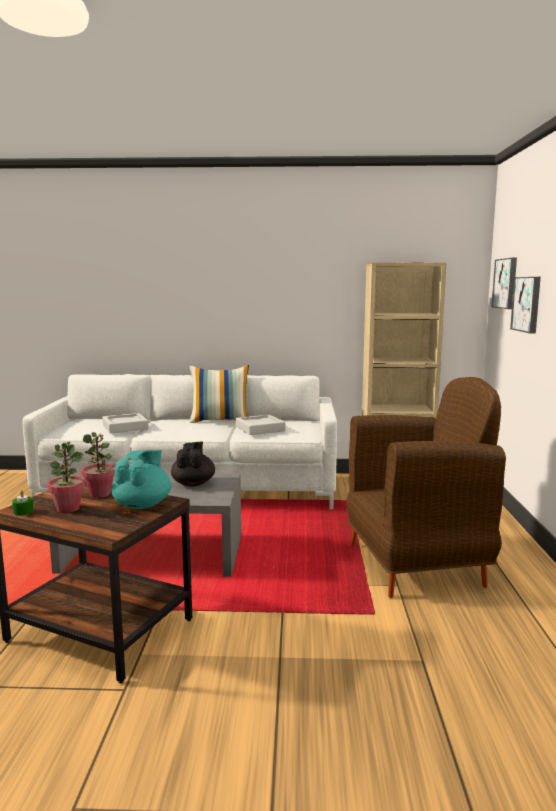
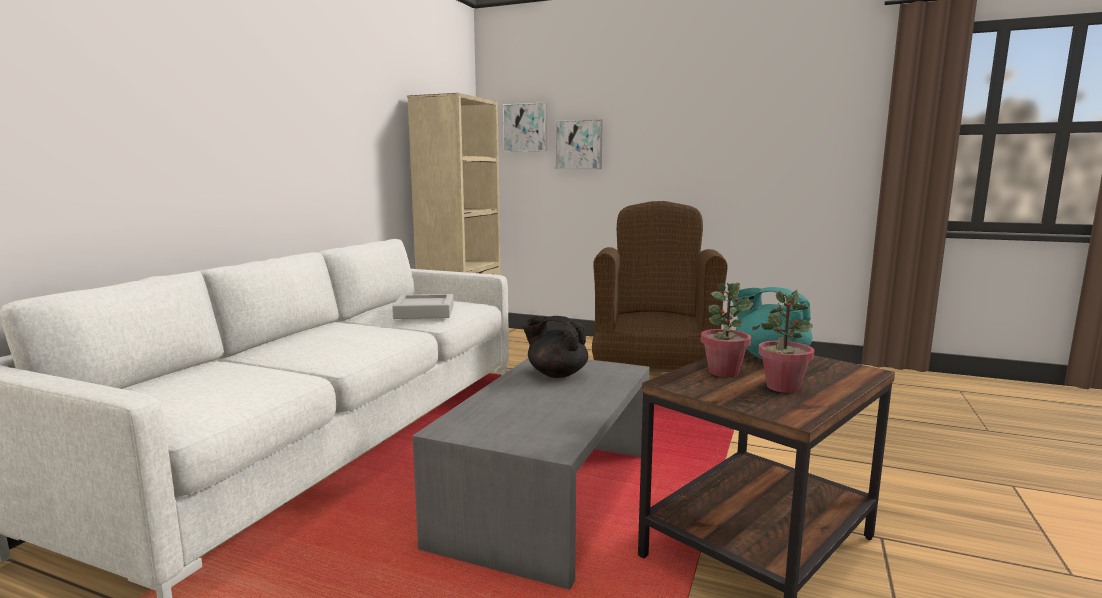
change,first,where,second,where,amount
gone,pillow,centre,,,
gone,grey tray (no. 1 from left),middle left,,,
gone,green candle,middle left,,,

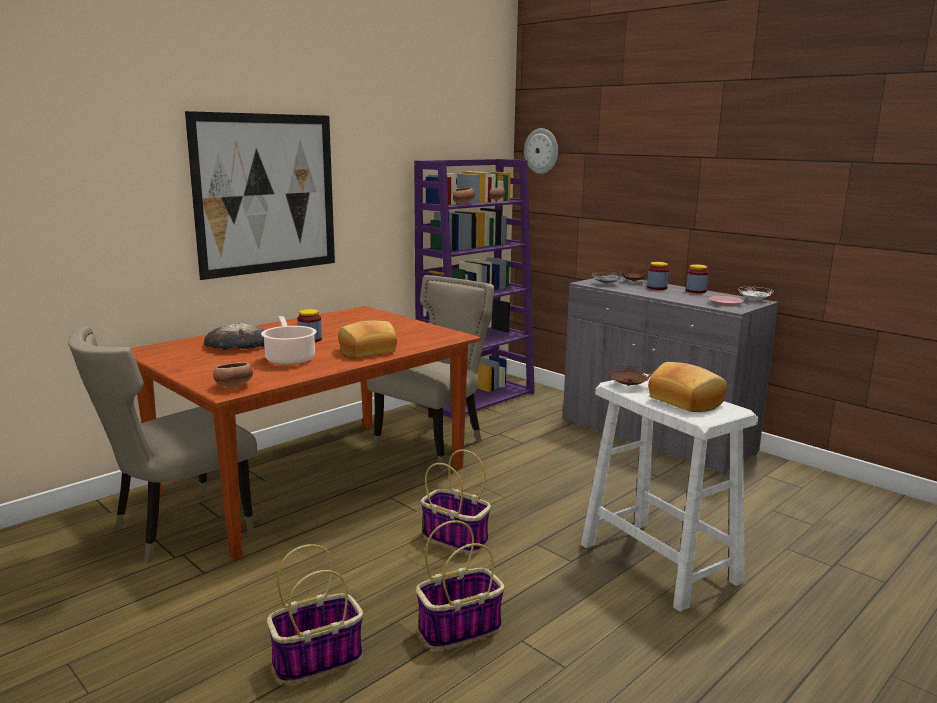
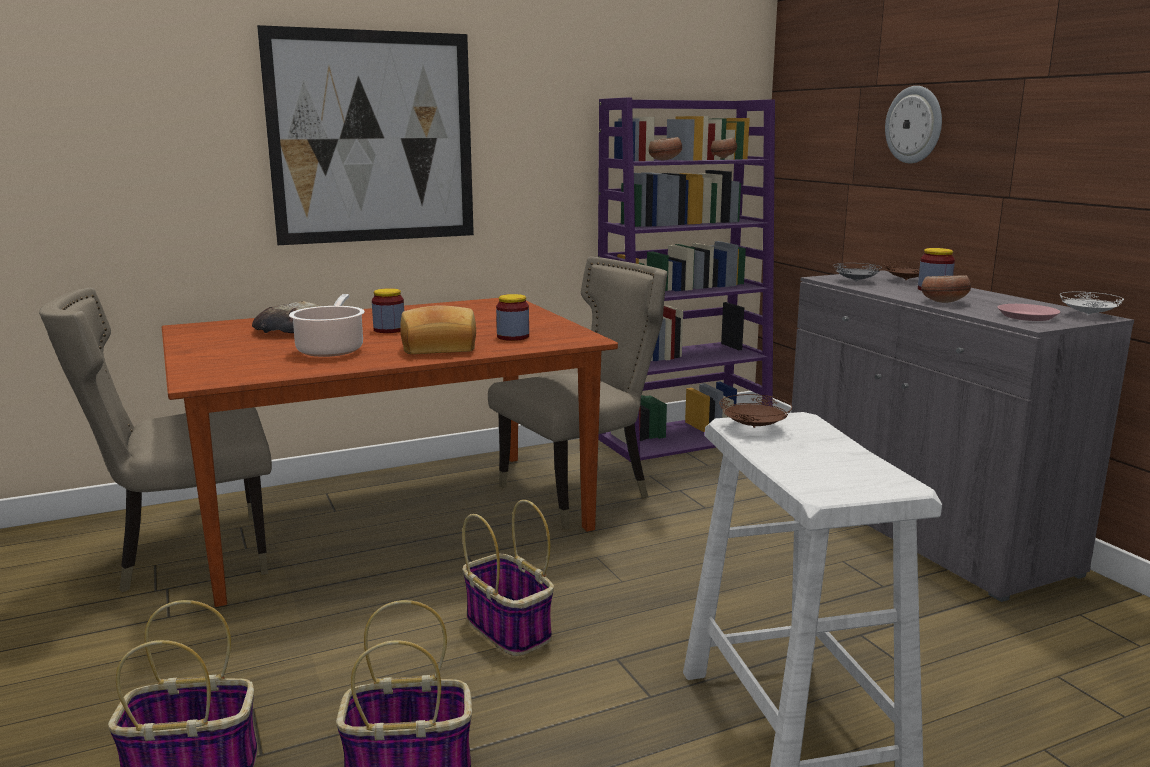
change,first,where,second,where,amount
shifted,wall clock,top centre,,top right,
shifted,jar (no. 3 from left in the first image),middle right,jar (no. 2 from left),centre,
shifted,bowl (no. 1 from left in the first image),middle left,bowl (no. 3 from left),middle right,
gone,bread (no. 3 from left),middle right,,,

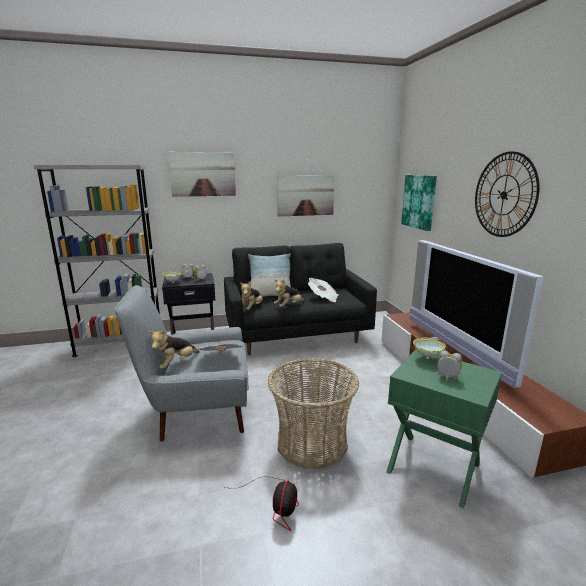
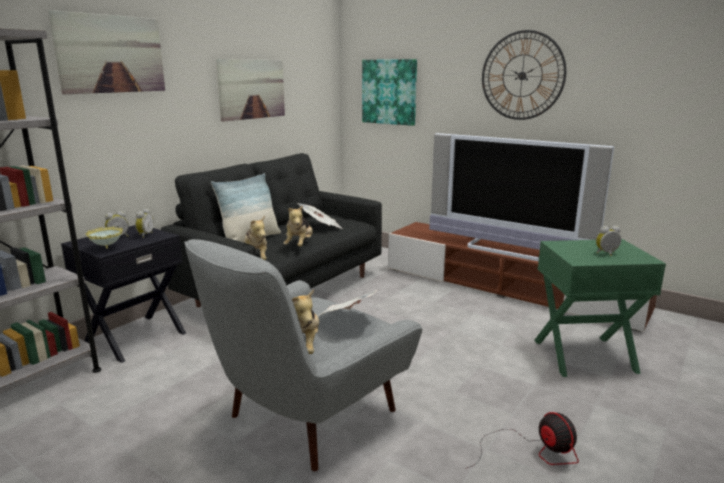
change,first,where,second,where,amount
gone,bowl (no. 2 from left),middle right,,,
gone,basket,bottom centre,,,

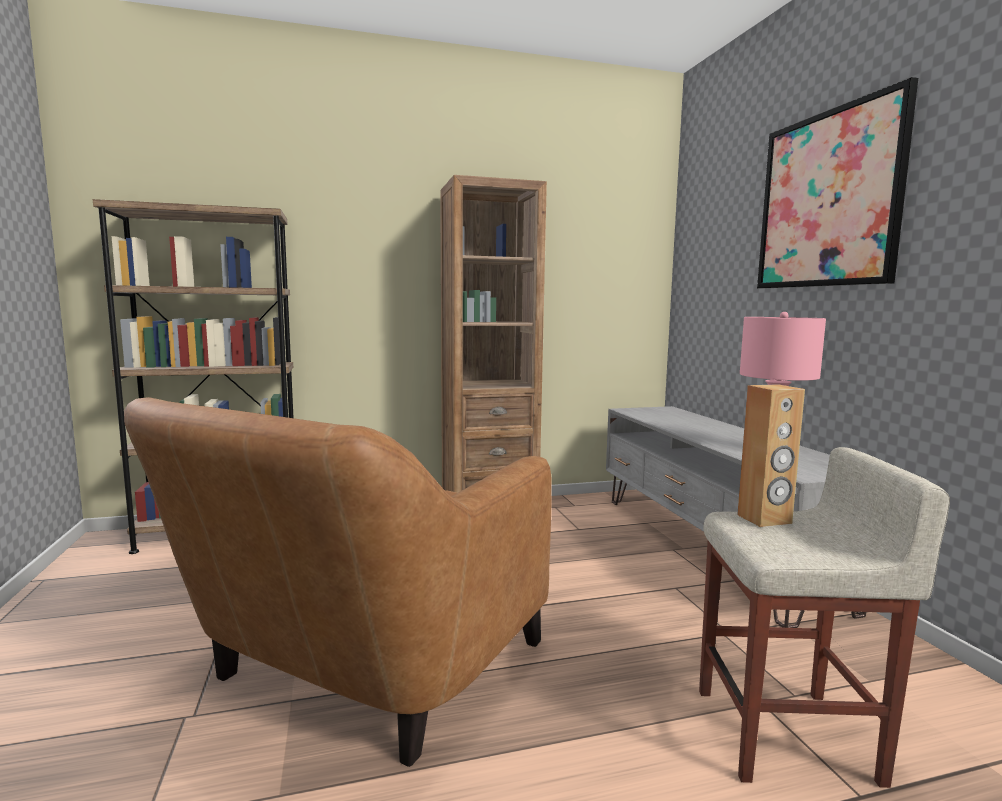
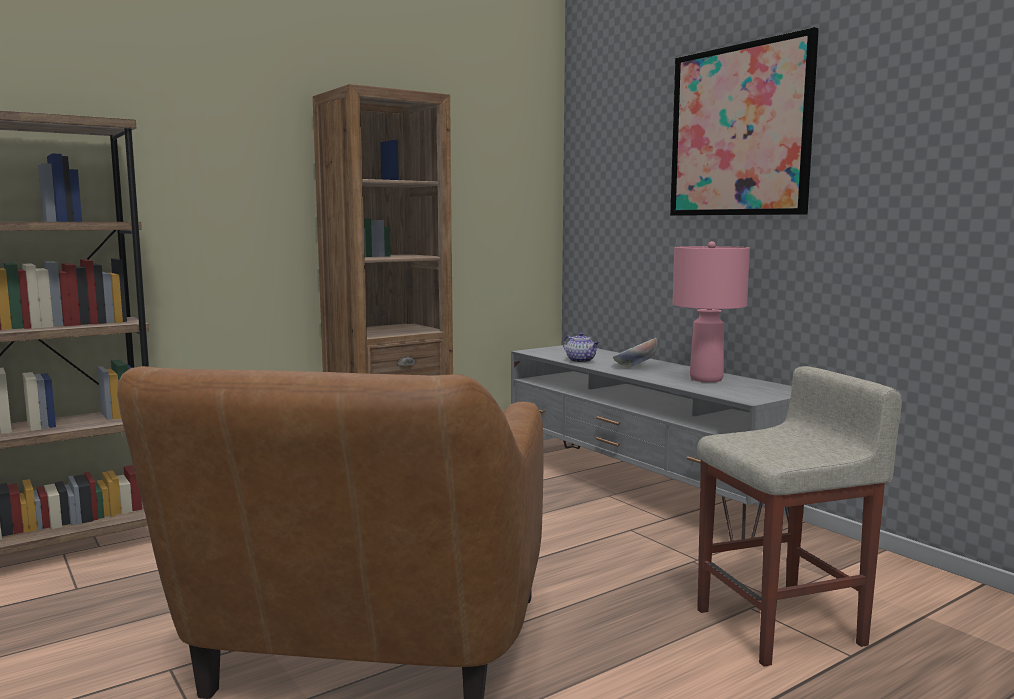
change,first,where,second,where,amount
gone,brown speaker,middle right,,,
new,,,teapot,centre,
new,,,bowl,centre,

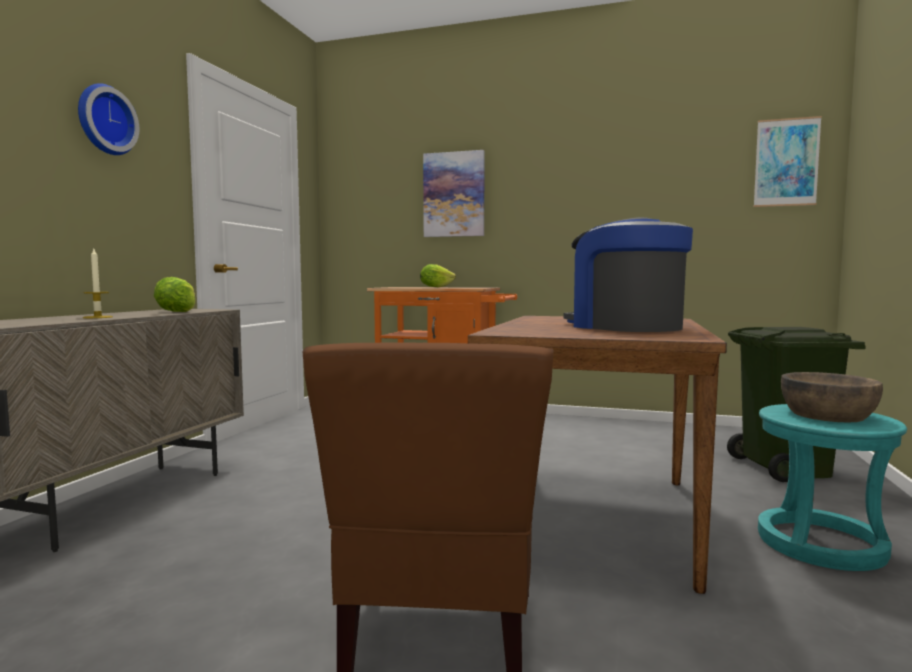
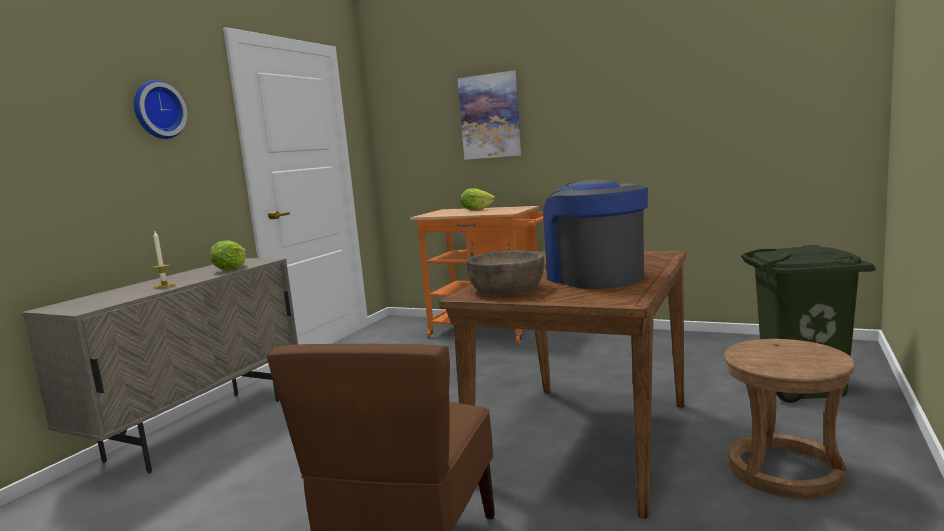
change,first,where,second,where,amount
gone,picture (no. 2 from left),top right,,,
shifted,brown bowl,middle right,,centre,
repainted,turquoise stool,bottom right,brown stool,bottom right,

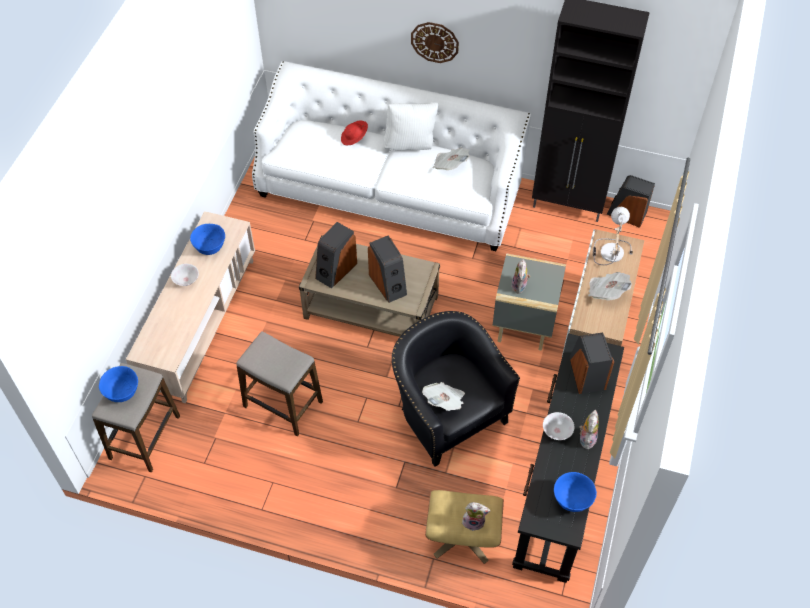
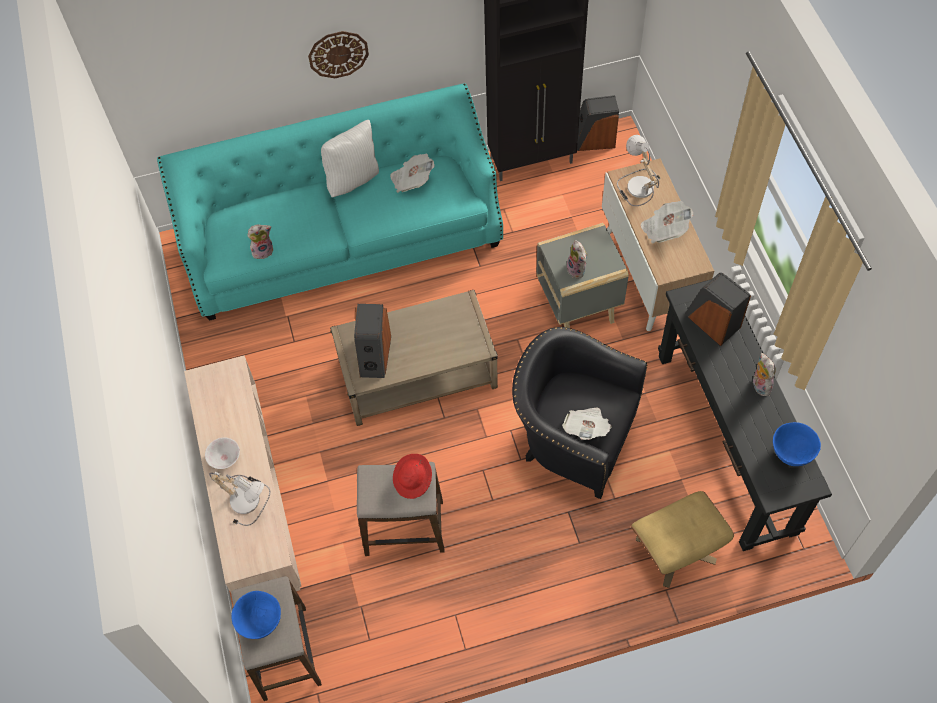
change,first,where,second,where,amount
repainted,white sofa,top centre,turquoise sofa,top centre,
shifted,red hat,top centre,,bottom centre,
gone,blue bowl (no. 2 from left),middle left,,,
gone,speaker (no. 2 from left),centre,,,
gone,white bowl (no. 2 from left),bottom right,,,
shifted,plush toy (no. 1 from left),bottom centre,,middle left,
new,,,table lamp (no. 1 from left),bottom left,

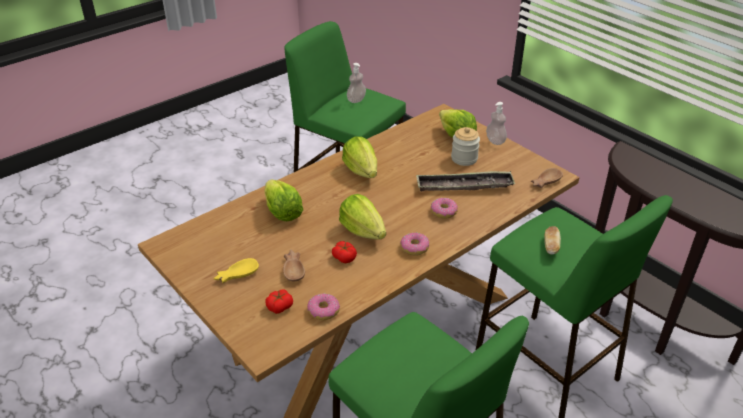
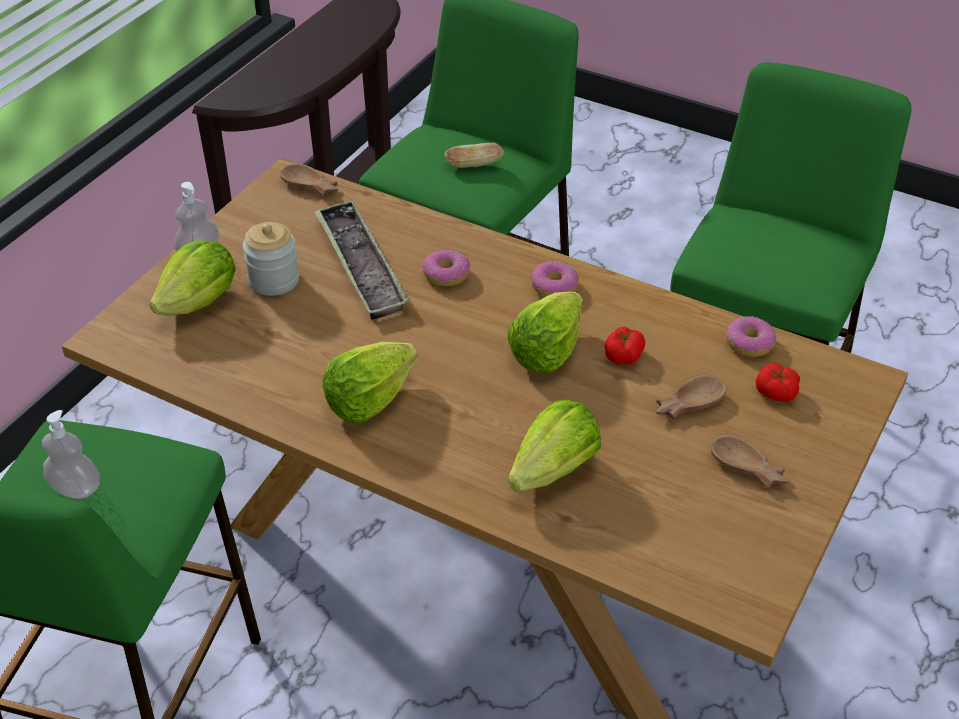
change,first,where,second,where,amount
repainted,yellow bowl,middle left,brown bowl (no. 3 from left),middle right,

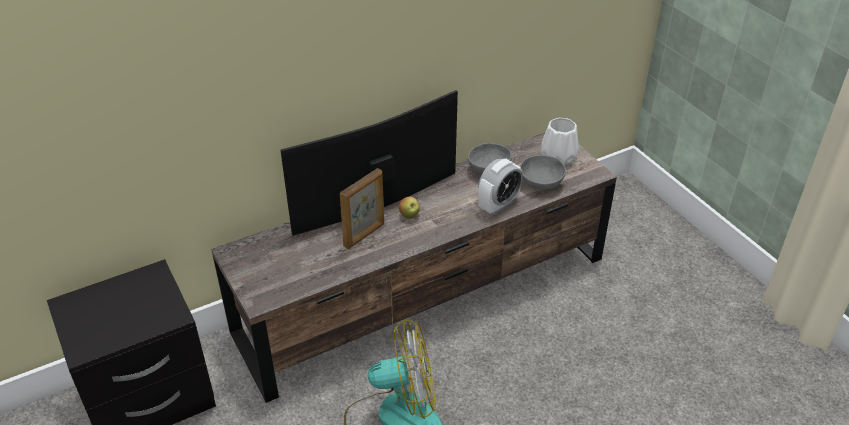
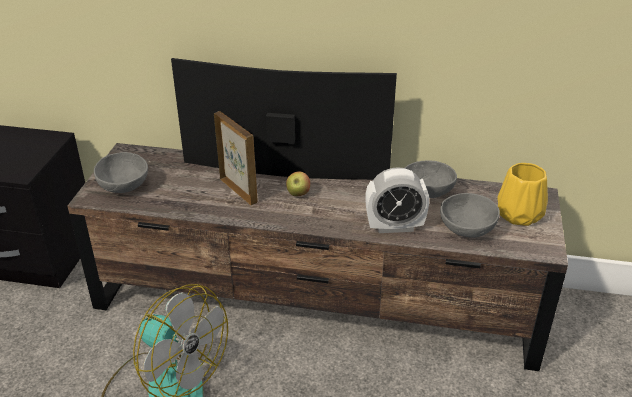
change,first,where,second,where,amount
repainted,white vase,top centre,yellow vase,middle right,
rotated,picture frame,centre,,centre,120 degrees counterclockwise
new,,,grey bowl (no. 1 from left),middle left,

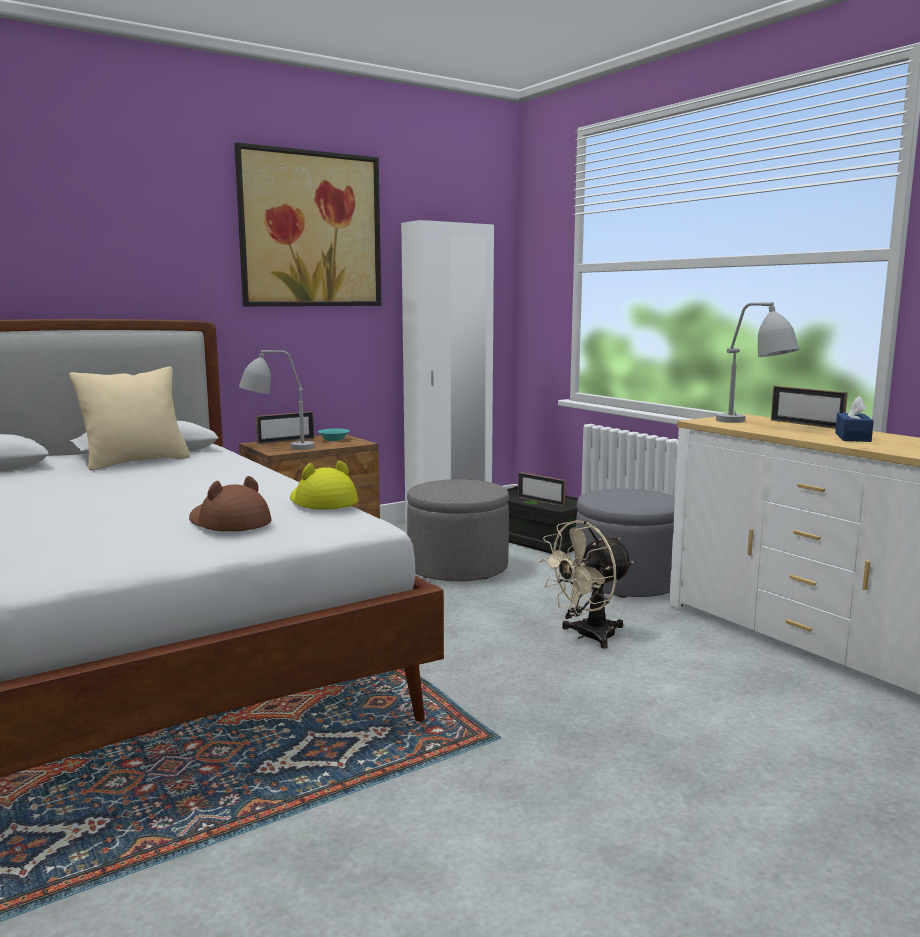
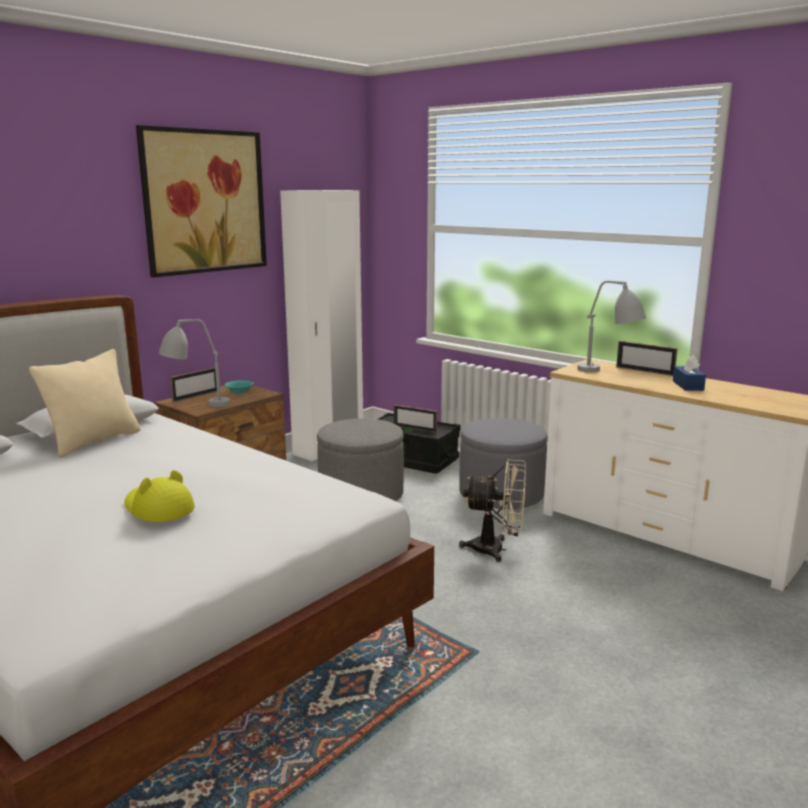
change,first,where,second,where,amount
shifted,yellow hat,centre,,middle left,
gone,brown hat,middle left,,,
rotated,beige fan,centre,,centre,120 degrees counterclockwise

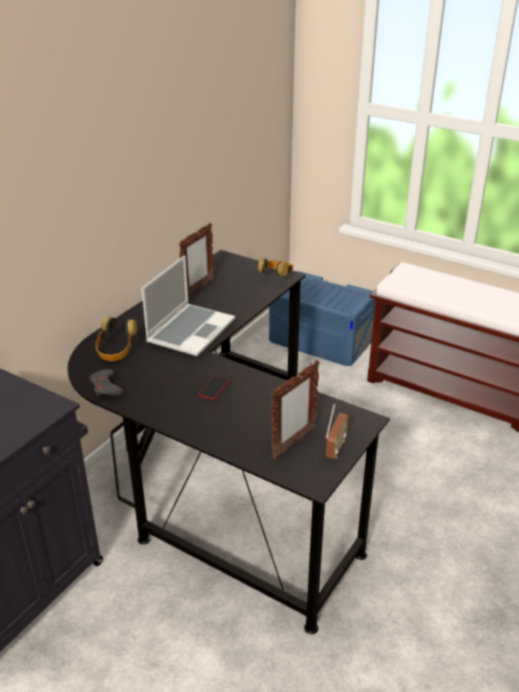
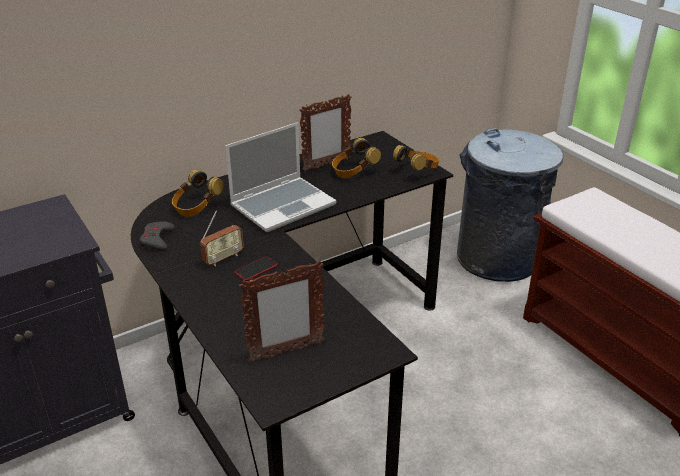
change,first,where,second,where,amount
swapped,blue storage box,centre,grey trash can,middle right,
shifted,radio,centre,,middle left,
new,,,headphones (no. 2 from left),top centre,

